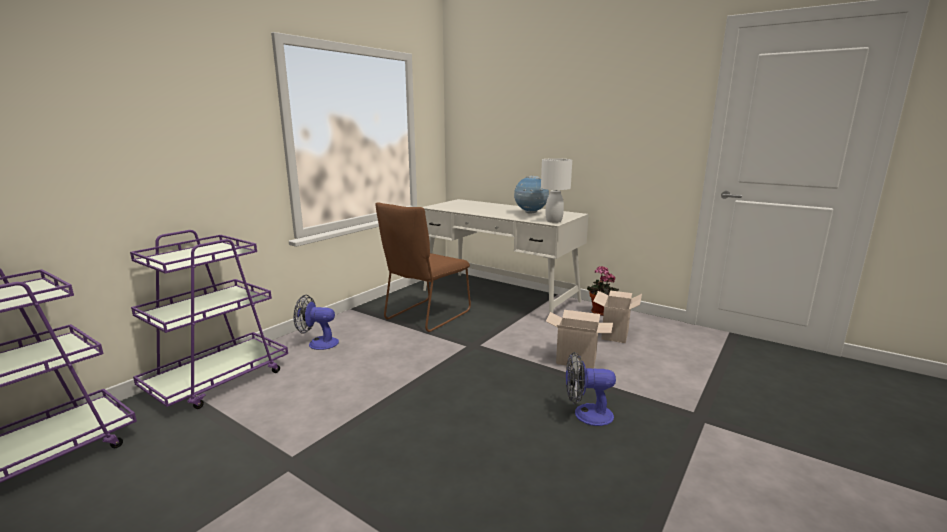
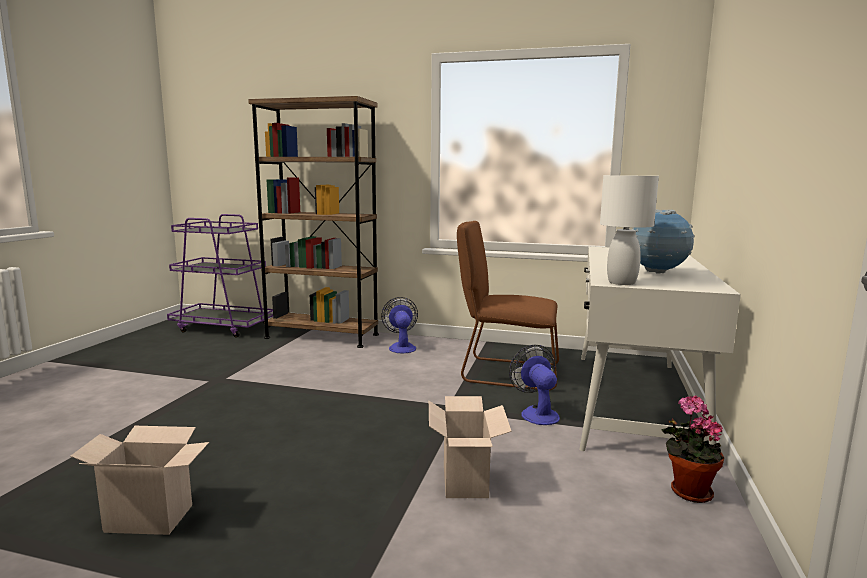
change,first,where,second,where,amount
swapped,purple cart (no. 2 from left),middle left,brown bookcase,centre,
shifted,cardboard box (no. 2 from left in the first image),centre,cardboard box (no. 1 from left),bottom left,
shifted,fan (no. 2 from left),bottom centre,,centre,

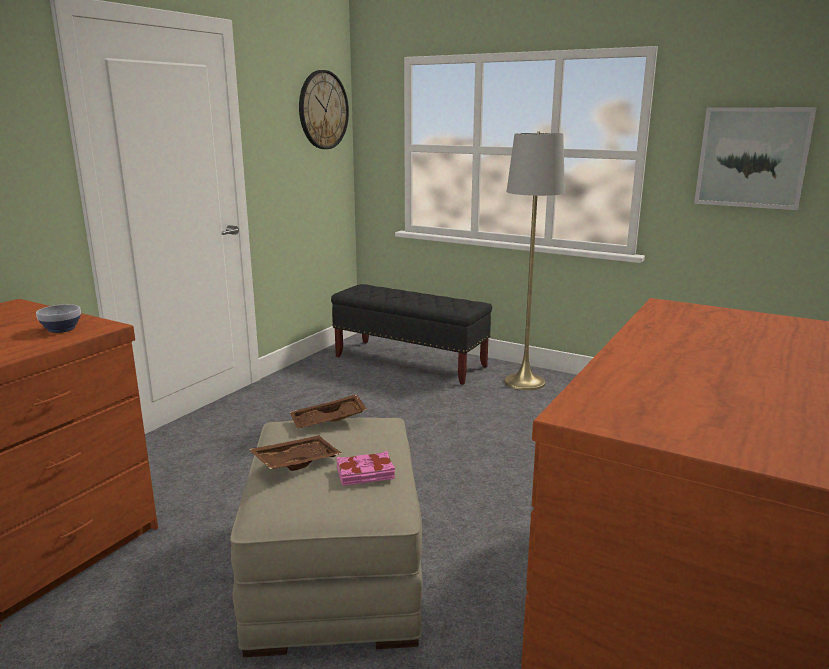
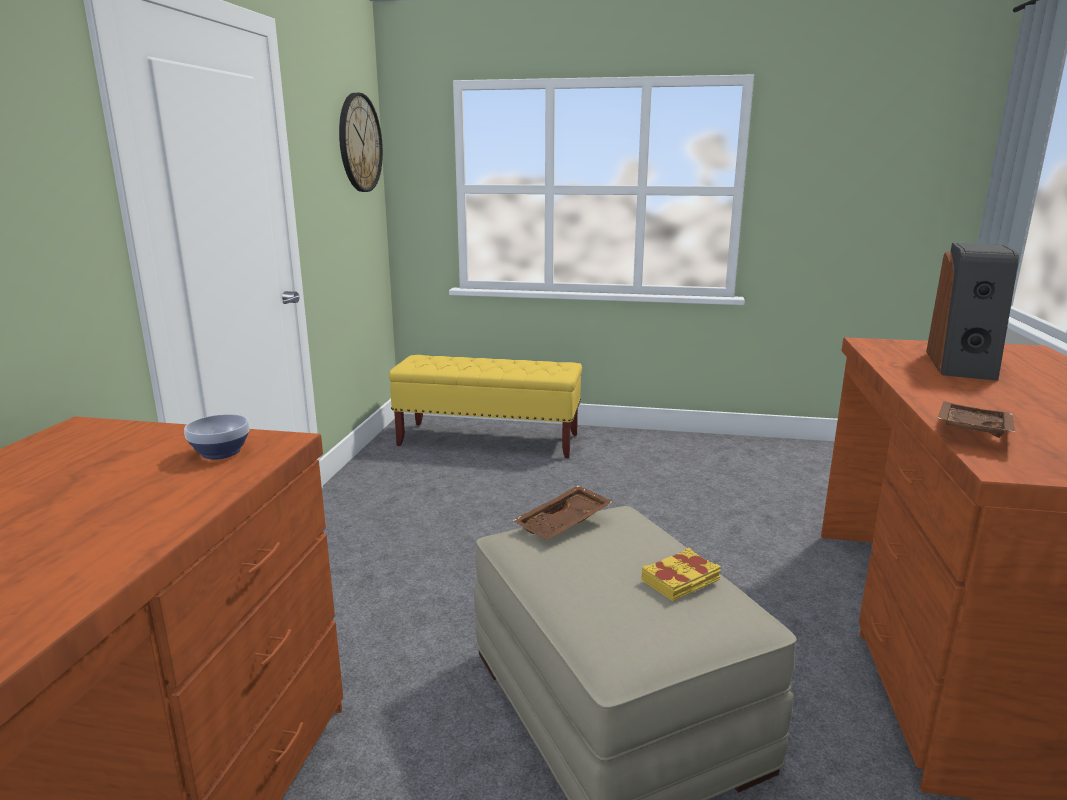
change,first,where,second,where,amount
gone,picture,top right,,,
gone,grey floor lamp,centre,,,
repainted,black bench,centre,yellow bench,centre,
shifted,brown tray (no. 1 from left in the first image),bottom centre,brown tray (no. 2 from left),middle right,
repainted,pink book,bottom centre,yellow book,bottom centre,
new,,,speaker,middle right,

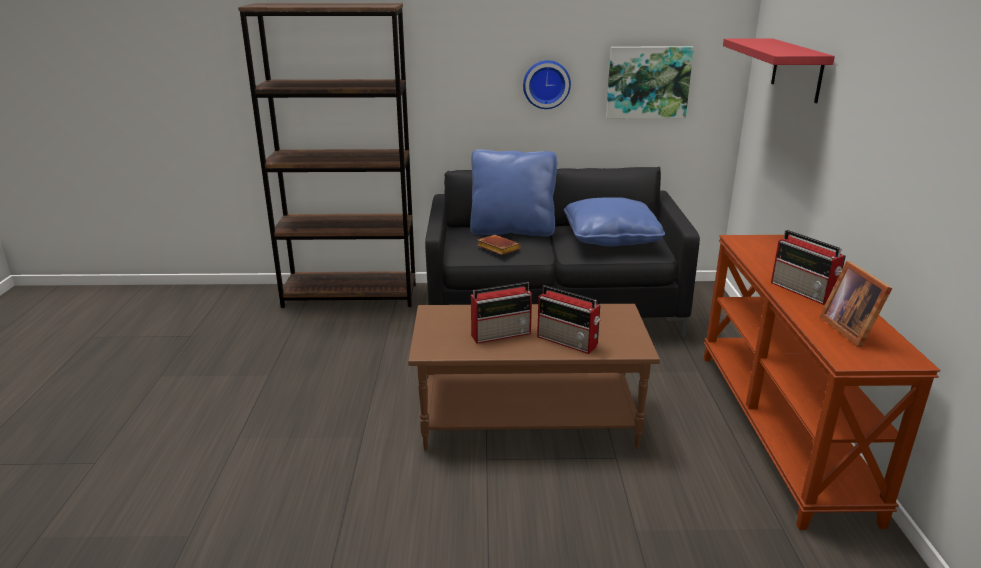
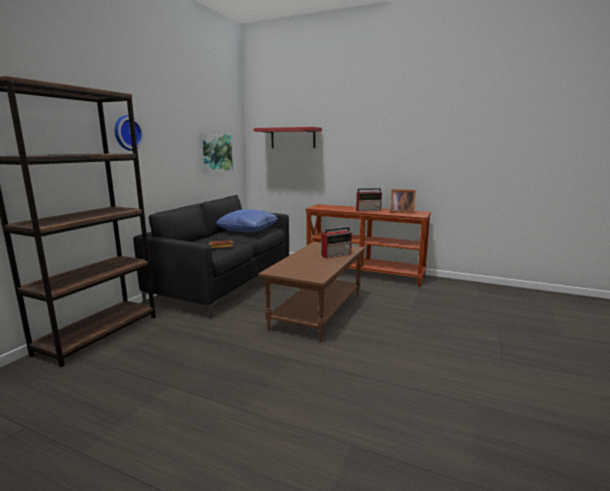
change,first,where,second,where,amount
shifted,wall clock,top centre,,top left,
gone,blue pillow (no. 1 from left),centre,,,
gone,radio (no. 1 from left),centre,,,

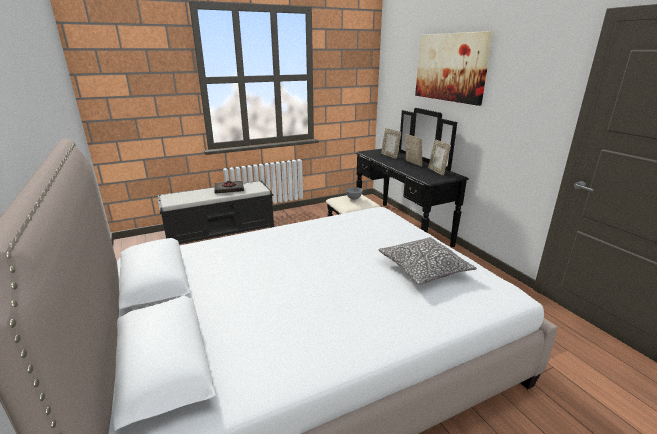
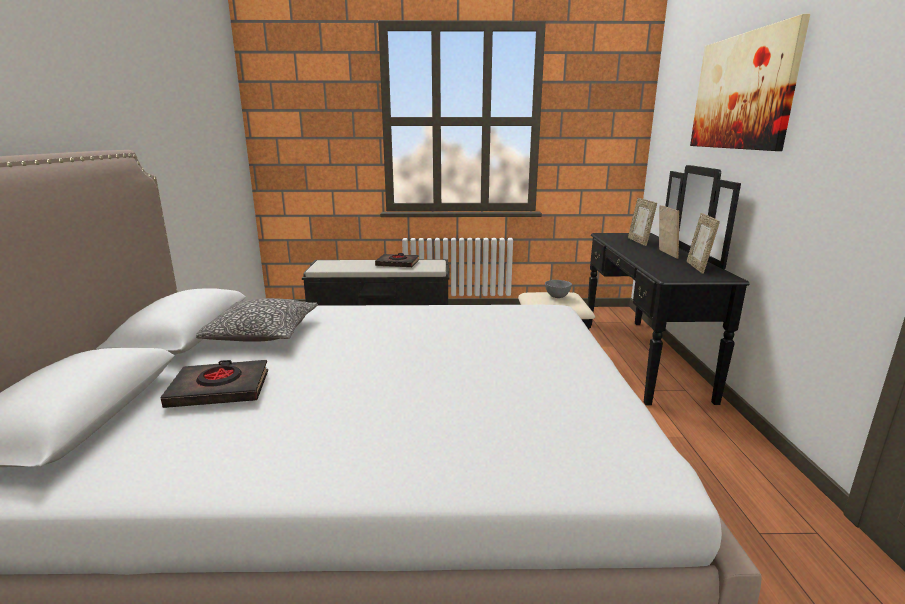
change,first,where,second,where,amount
shifted,pillow,centre,,middle left,
new,,,black book (no. 1 from left),middle left,

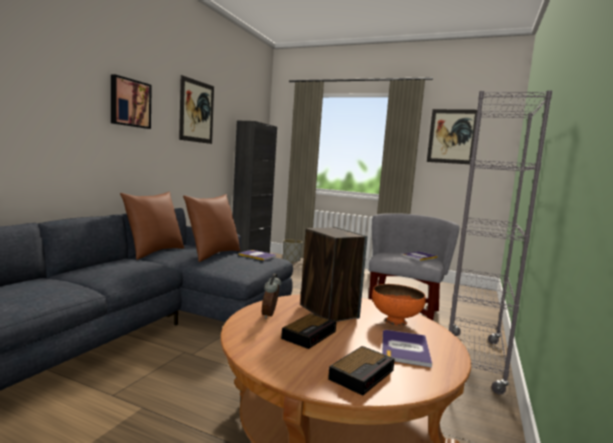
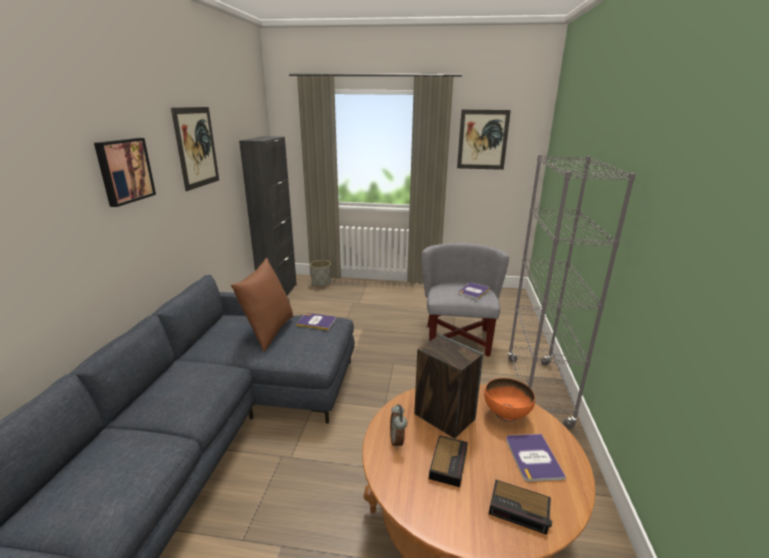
change,first,where,second,where,amount
gone,brown pillow (no. 1 from left),middle left,,,
rotated,alarm clock (no. 3 from left),bottom centre,,bottom right,90 degrees clockwise

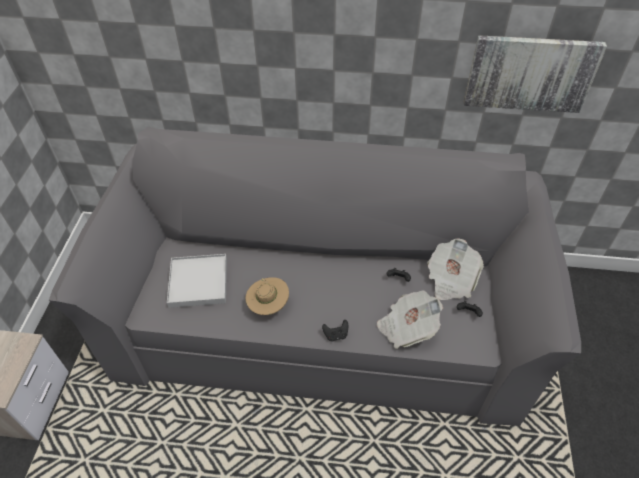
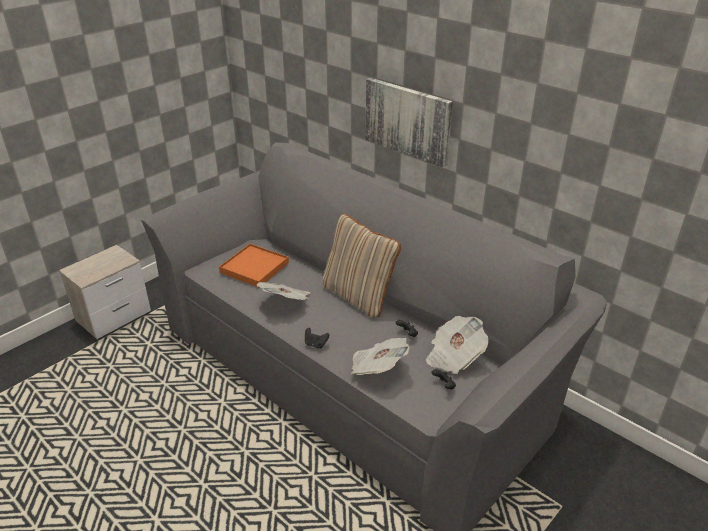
change,first,where,second,where,amount
shifted,picture,top right,,top centre,
repainted,white tray,middle left,orange tray,centre,
swapped,beige hat,centre,newspaper (no. 1 from left),centre,
new,,,beige pillow,centre,

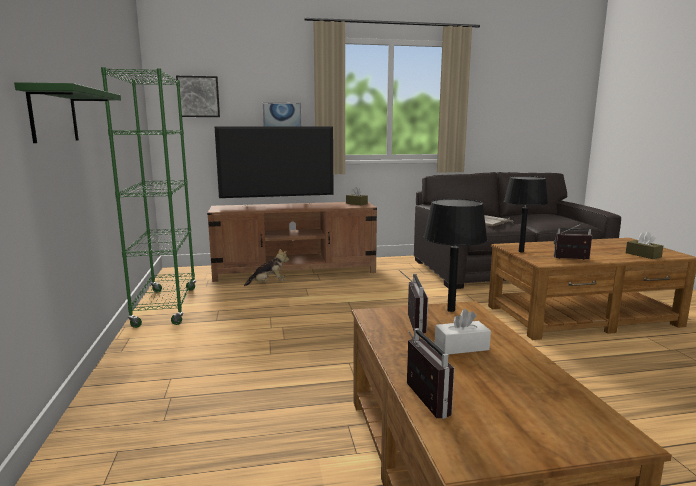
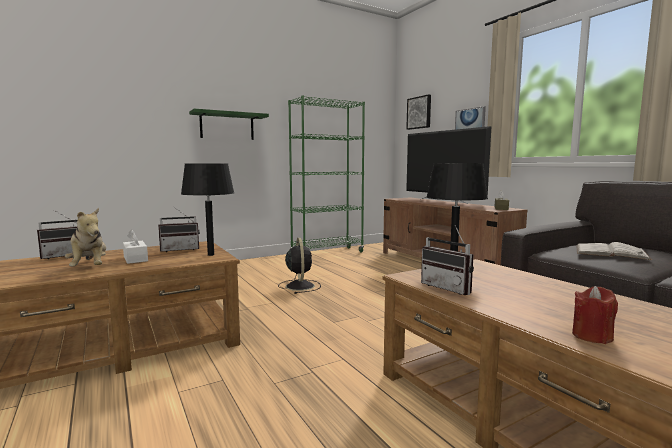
change,first,where,second,where,amount
rotated,radio (no. 3 from left),middle right,,centre,150 degrees clockwise
swapped,brown tissue box (no. 2 from left),middle right,red candle,bottom right,
shifted,plush toy,centre,,middle left,
new,,,black fan,centre,

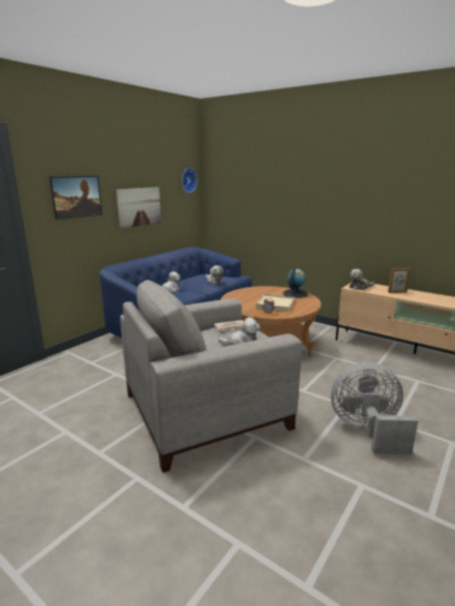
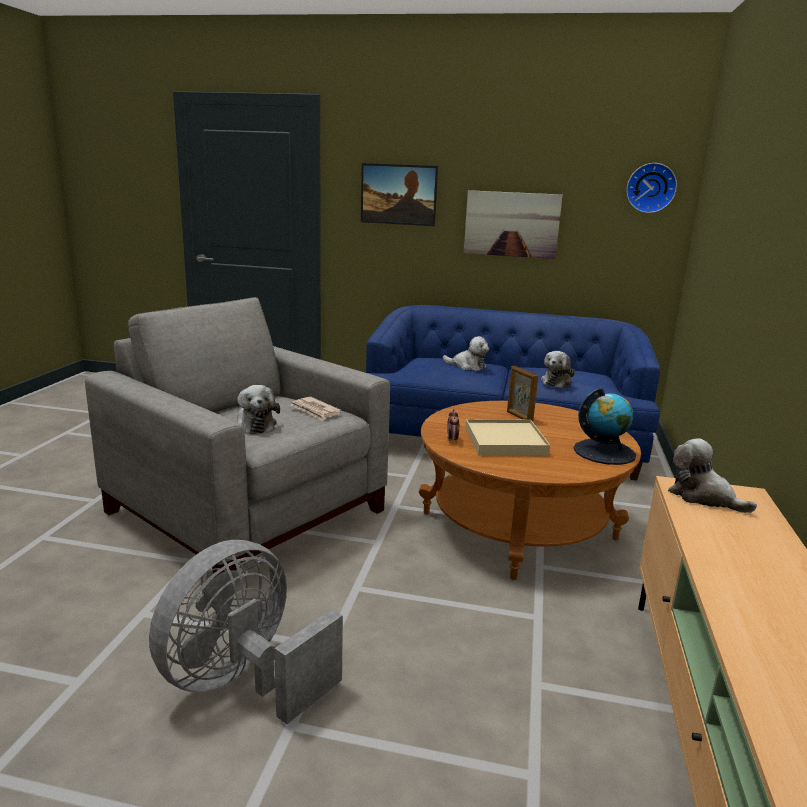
change,first,where,second,where,amount
shifted,picture frame,middle right,,centre,
rotated,grey fan,bottom right,,bottom left,120 degrees counterclockwise

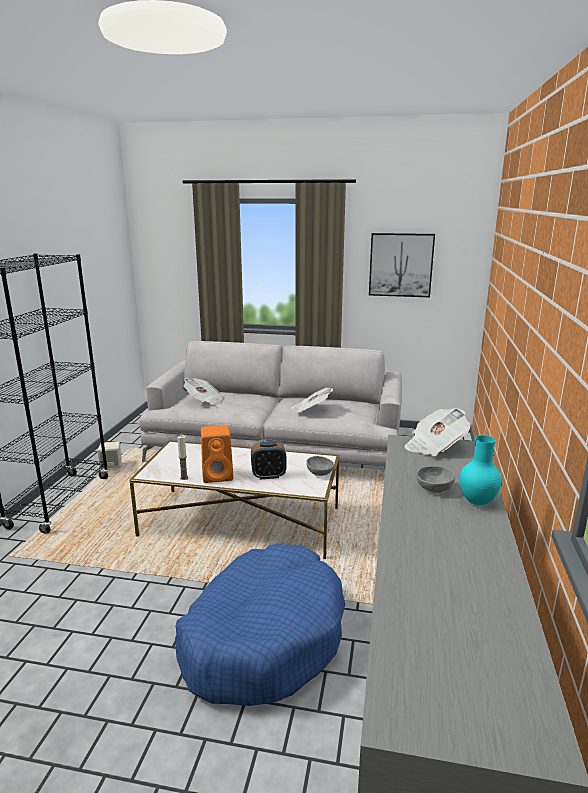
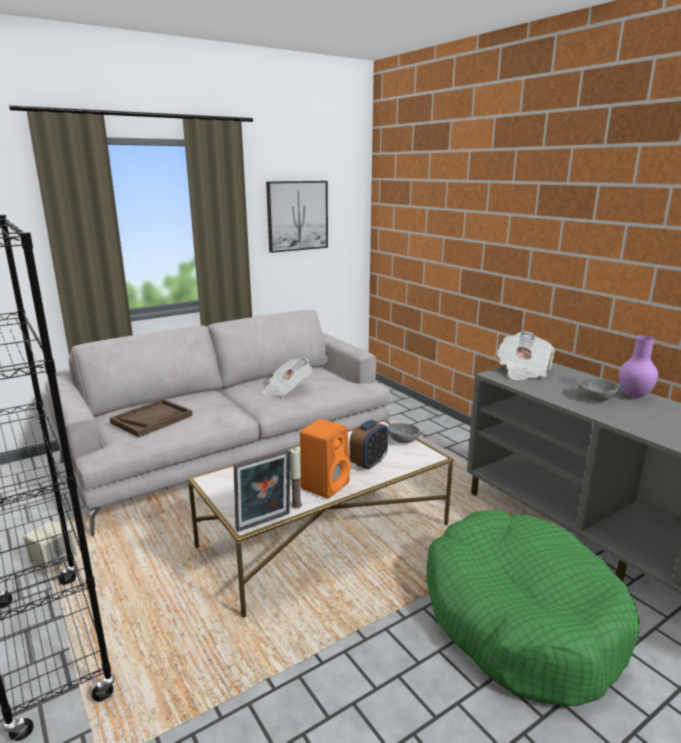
change,first,where,second,where,amount
swapped,newspaper (no. 1 from left),centre,brown tray,middle left,
repainted,turquoise vase,middle right,purple vase,middle right,
repainted,blue dog bed,bottom centre,green dog bed,bottom right,
new,,,picture frame,centre,

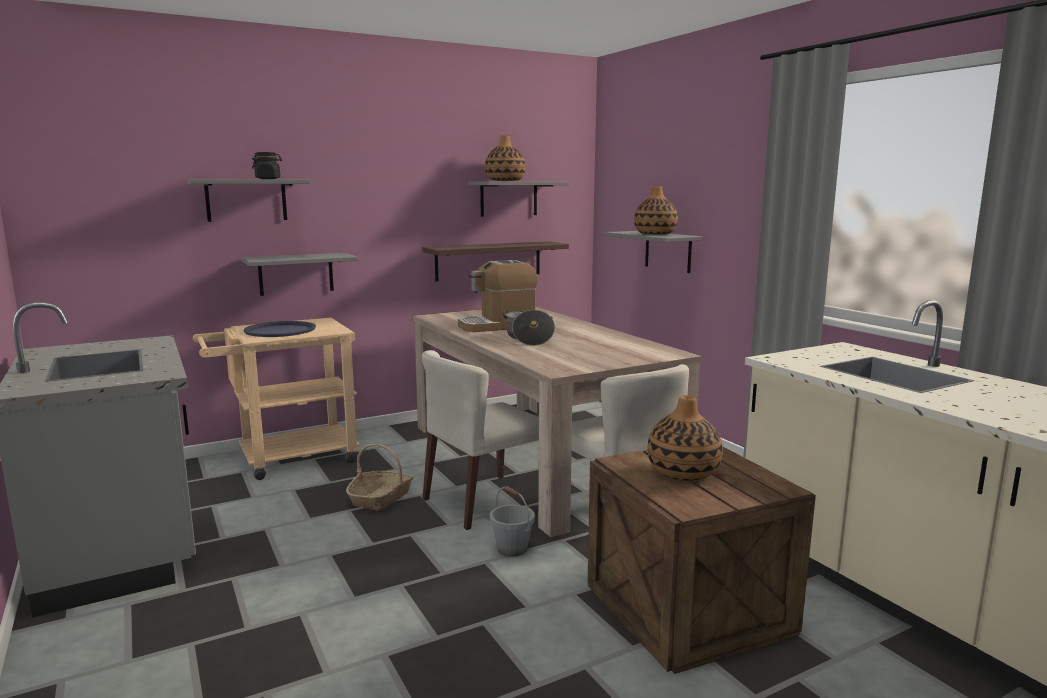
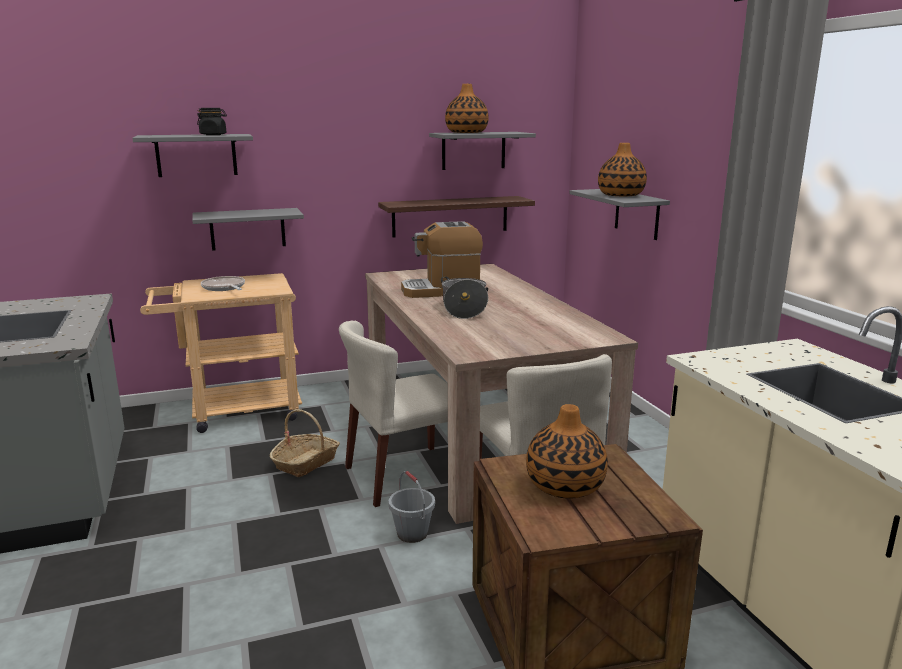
change,first,where,second,where,amount
swapped,blue tray,middle left,frying pan,middle left,

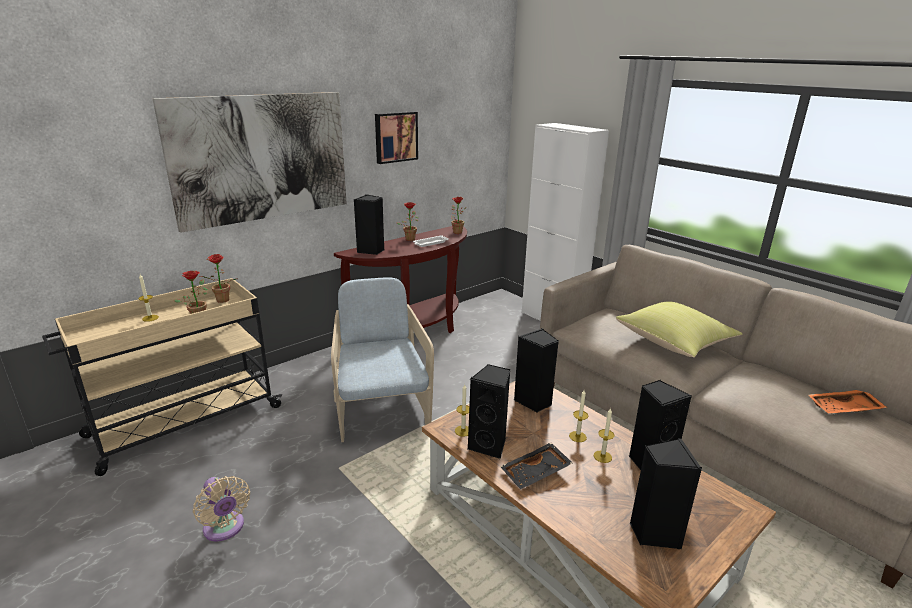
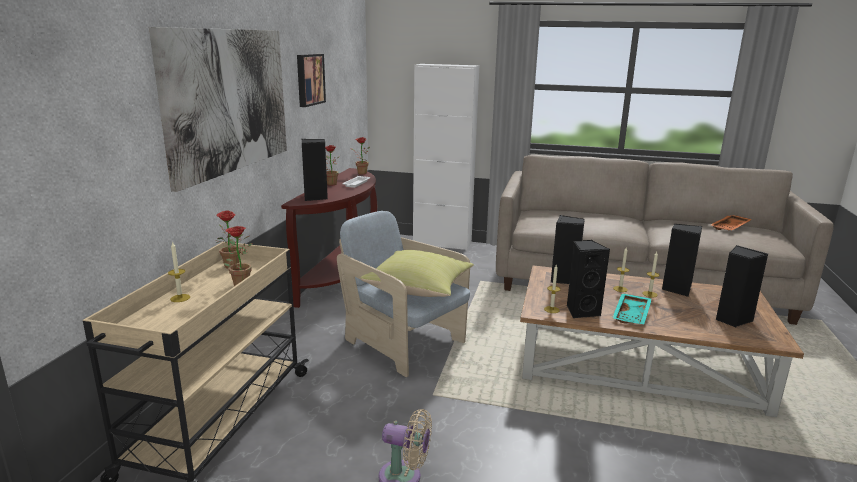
change,first,where,second,where,amount
shifted,yellow pillow,middle right,,centre,
repainted,black tray,bottom centre,turquoise tray,middle right,

